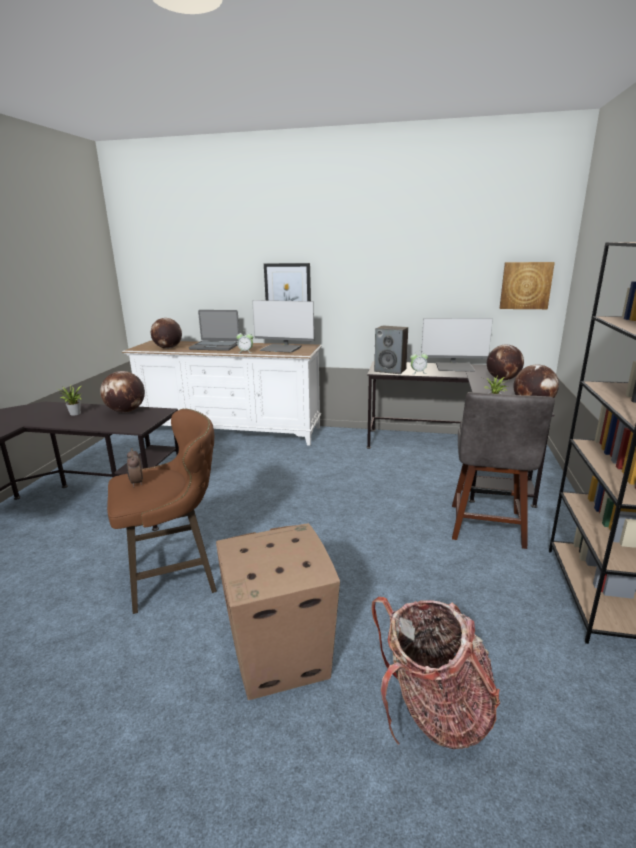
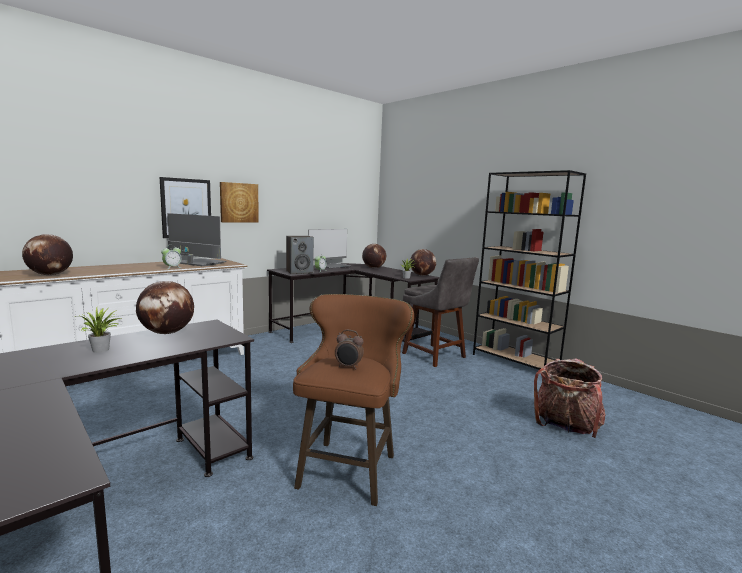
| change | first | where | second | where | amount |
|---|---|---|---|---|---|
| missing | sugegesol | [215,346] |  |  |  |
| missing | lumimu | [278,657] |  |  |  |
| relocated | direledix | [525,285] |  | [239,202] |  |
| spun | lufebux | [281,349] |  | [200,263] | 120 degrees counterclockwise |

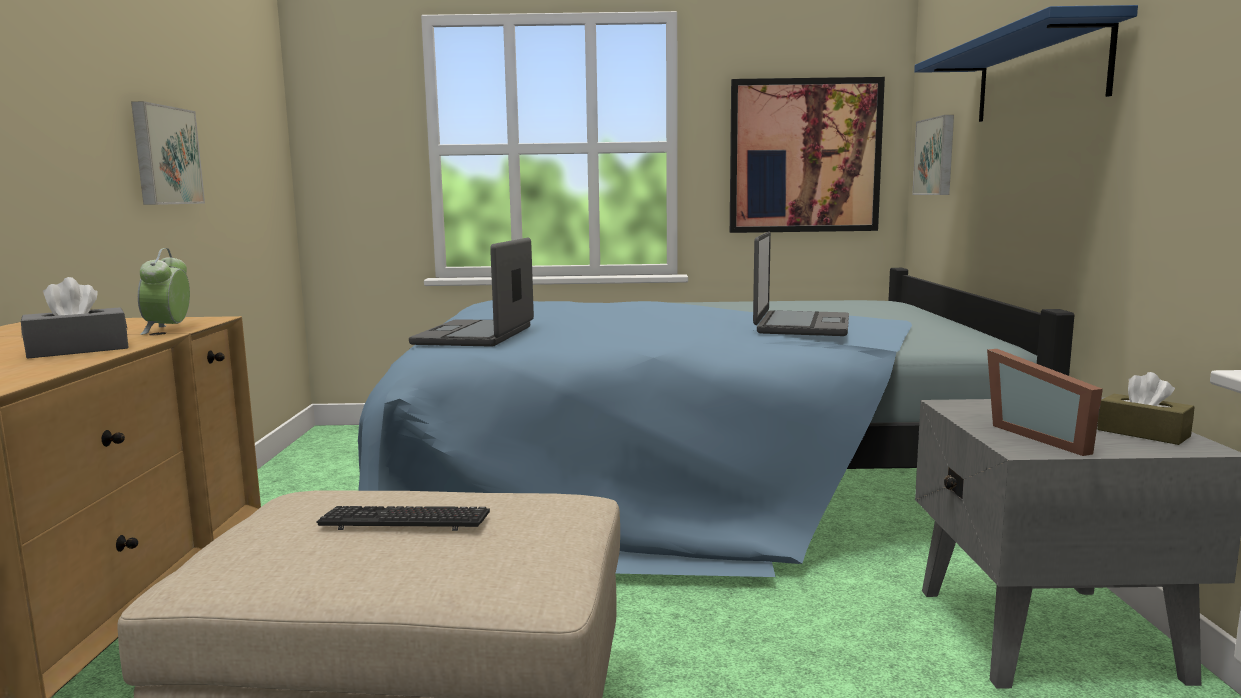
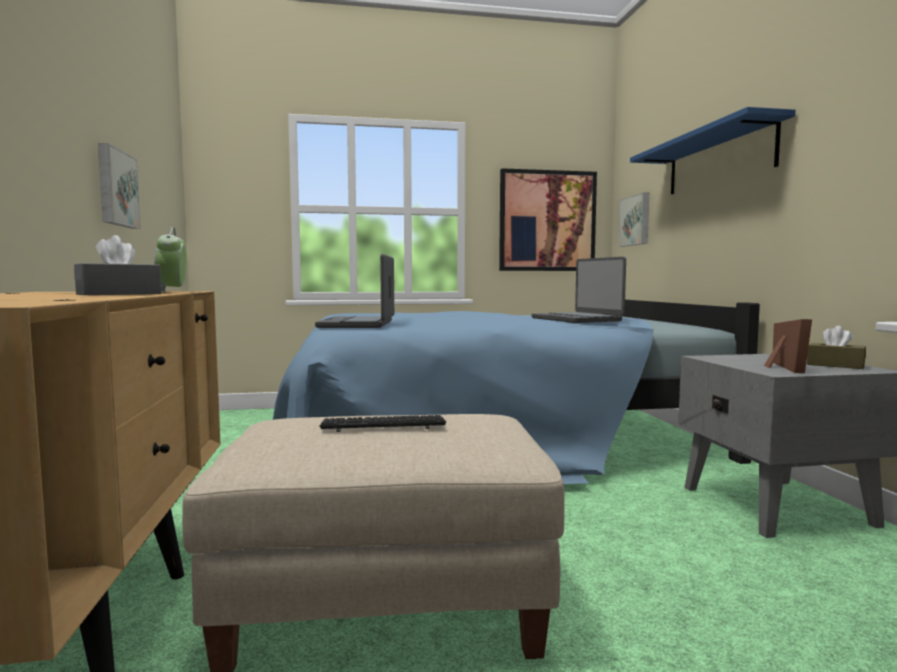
| change | first | where | second | where | amount |
|---|---|---|---|---|---|
| spun | sugegesol | [801,326] |  | [577,319] | 150 degrees clockwise |
| spun | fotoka | [1044,436] |  | [780,367] | 135 degrees counterclockwise |

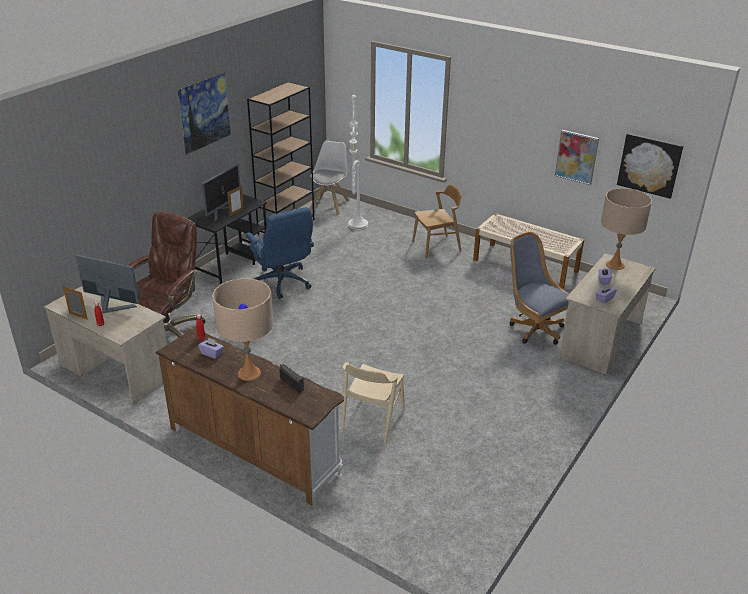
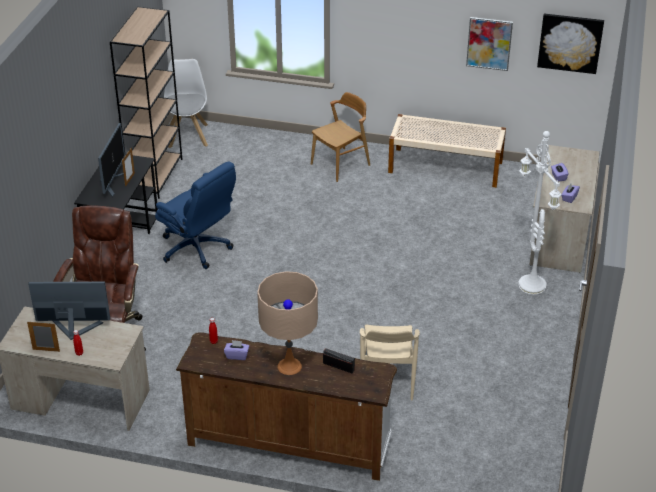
| change | first | where | second | where | amount |
|---|---|---|---|---|---|
| missing | direledix | [207,129] |  |  |  |
| missing | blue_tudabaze | [533,328] |  |  |  |
| missing | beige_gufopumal | [615,265] |  |  |  |
| relocated | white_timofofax | [356,224] |  | [529,285] |  |

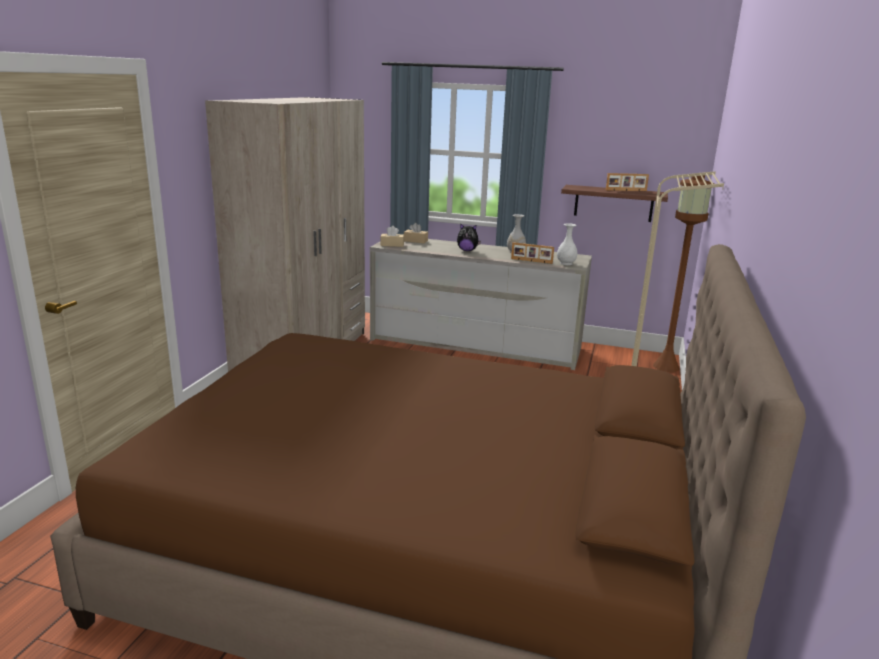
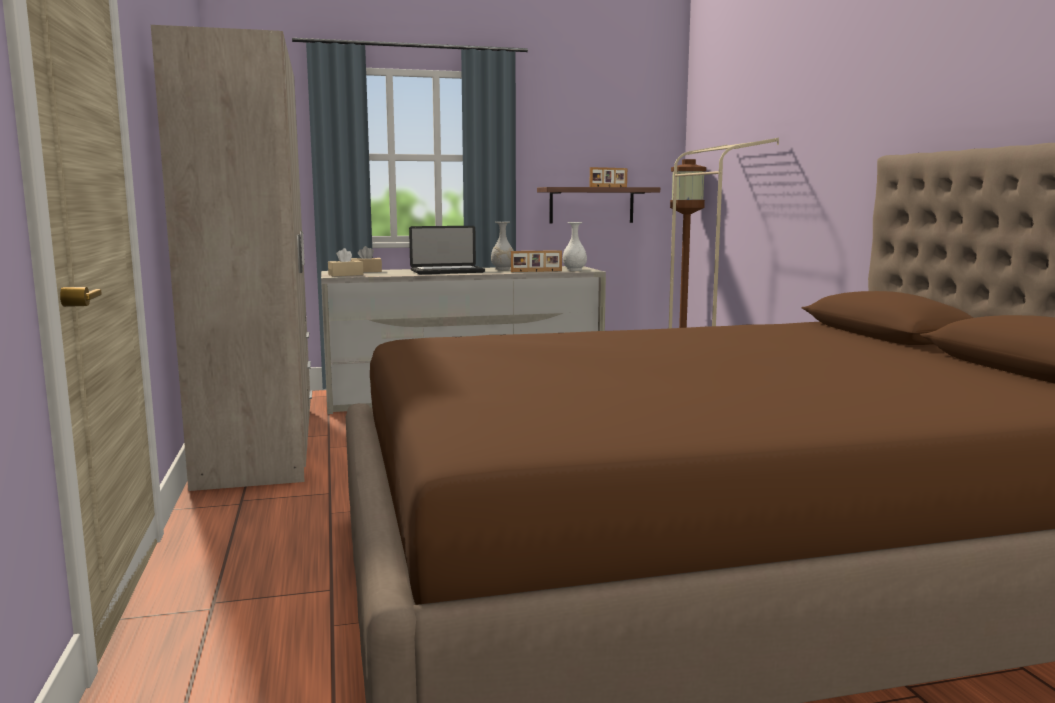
| change | first | where | second | where | amount |
|---|---|---|---|---|---|
| exchanged | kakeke | [467,250] | sugegesol | [447,271] |  |

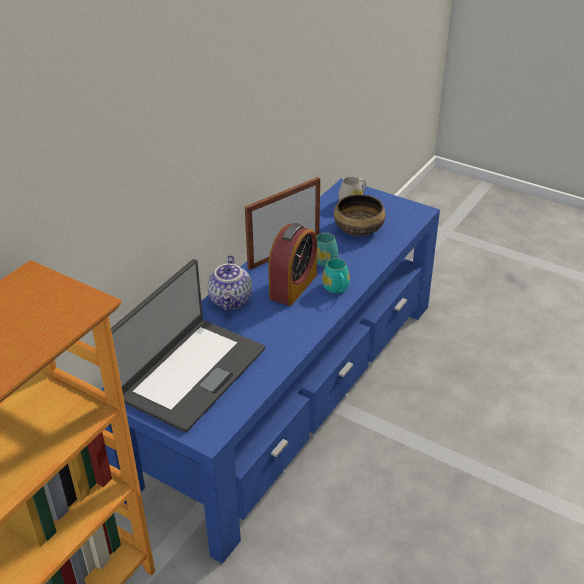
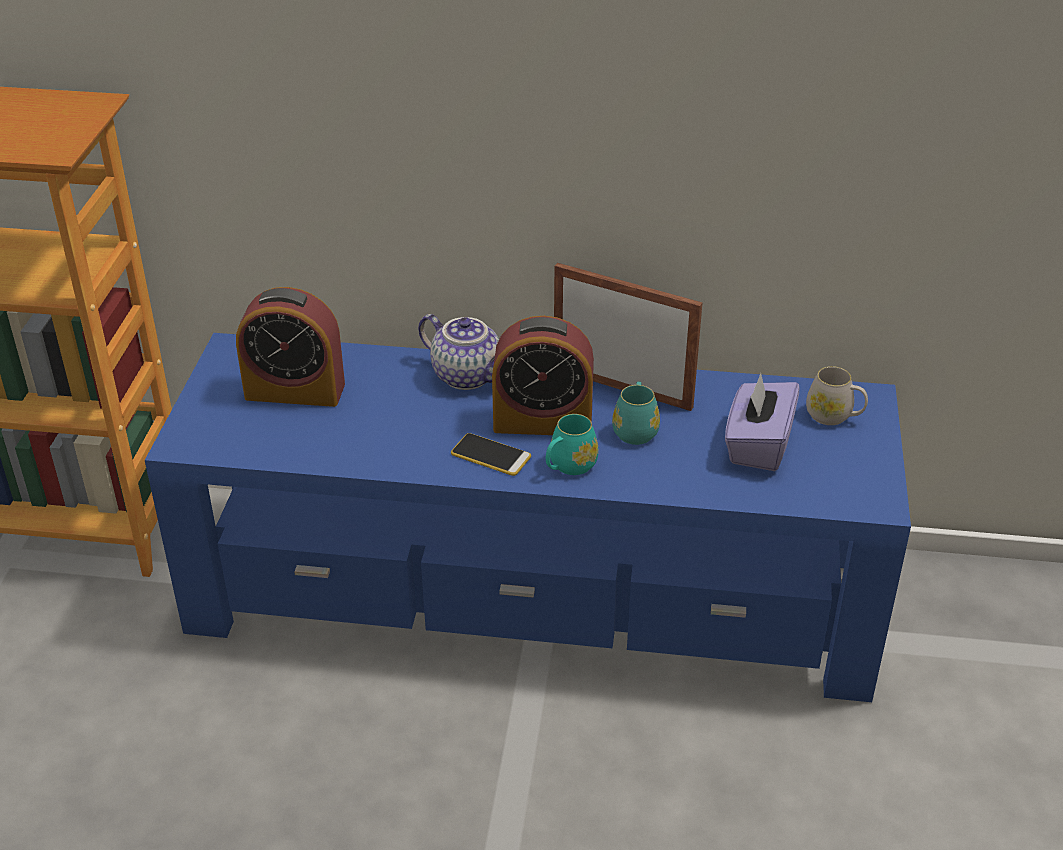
| change | first | where | second | where | amount |
|---|---|---|---|---|---|
| appeared |  |  | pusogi | [490,455] |  |
| exchanged | sugegesol | [191,373] | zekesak | [295,391] |  |
| exchanged | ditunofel | [359,228] | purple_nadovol | [758,445] |  |
| spun | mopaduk | [231,300] |  | [468,376] | 120 degrees counterclockwise |

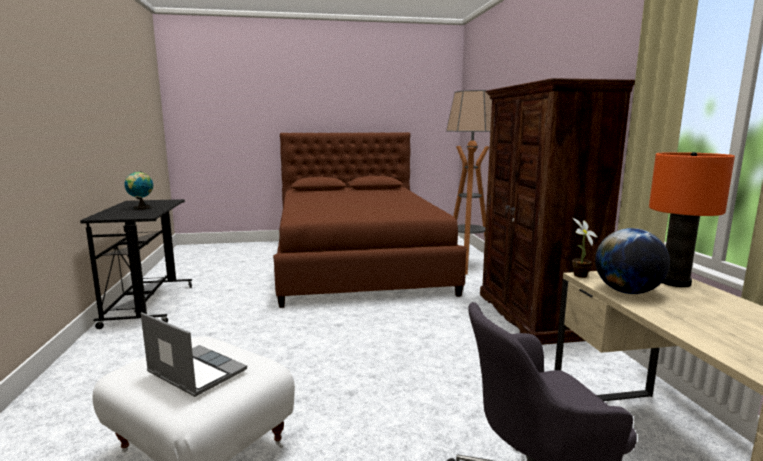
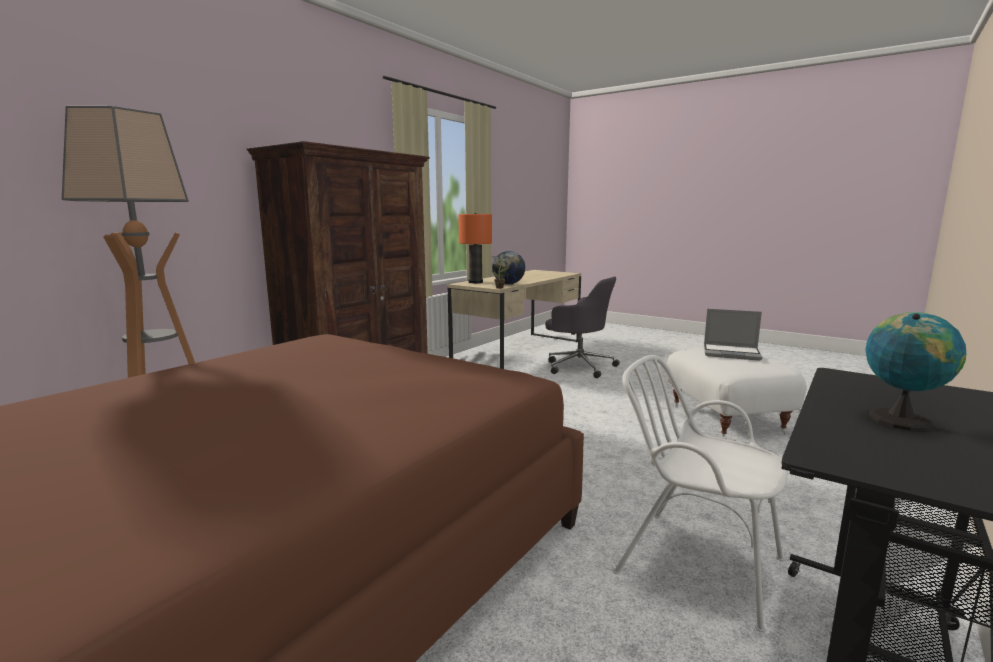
| change | first | where | second | where | amount |
|---|---|---|---|---|---|
| appeared |  |  | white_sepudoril | [692,561] |  |
| spun | sugegesol | [195,372] |  | [732,353] | 60 degrees counterclockwise |

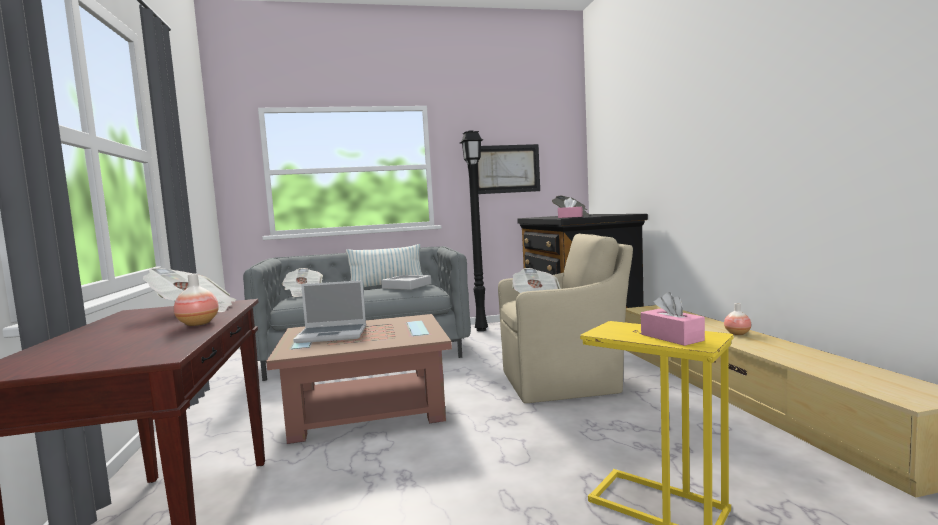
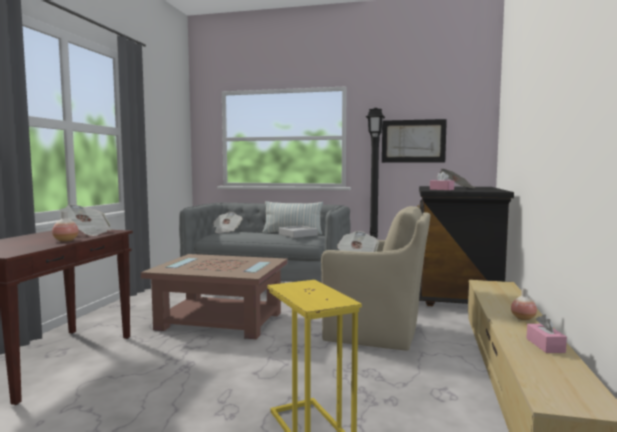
| change | first | where | second | where | amount |
|---|---|---|---|---|---|
| missing | sugegesol | [333,334] |  |  |  |
| relocated | pink_nadovol | [671,337] |  | [545,345] |  |

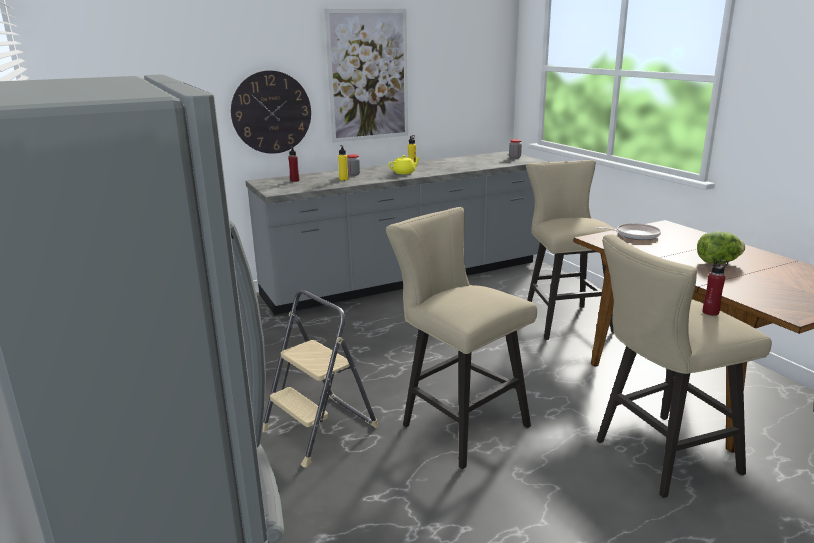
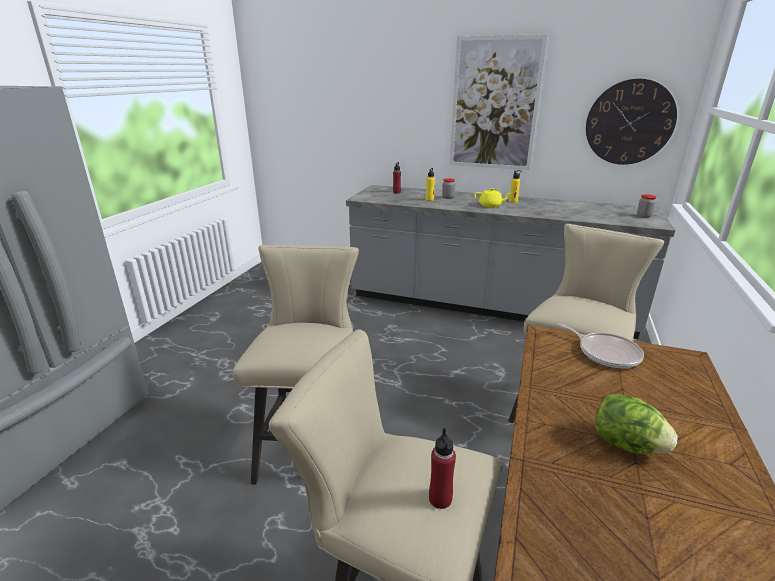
| change | first | where | second | where | amount |
|---|---|---|---|---|---|
| missing | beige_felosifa | [323,427] |  |  |  |
| relocated | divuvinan | [271,112] |  | [629,122] |  |

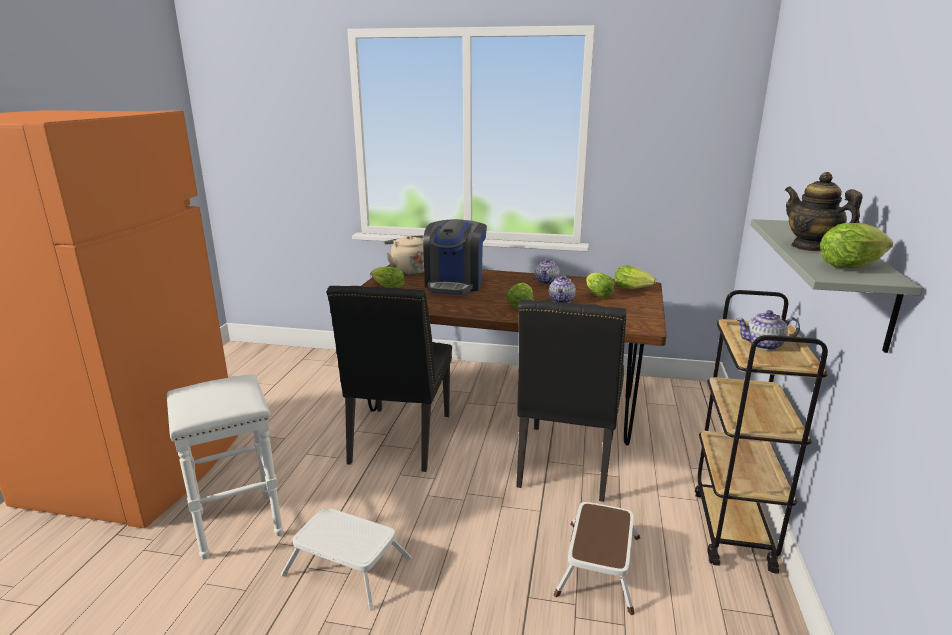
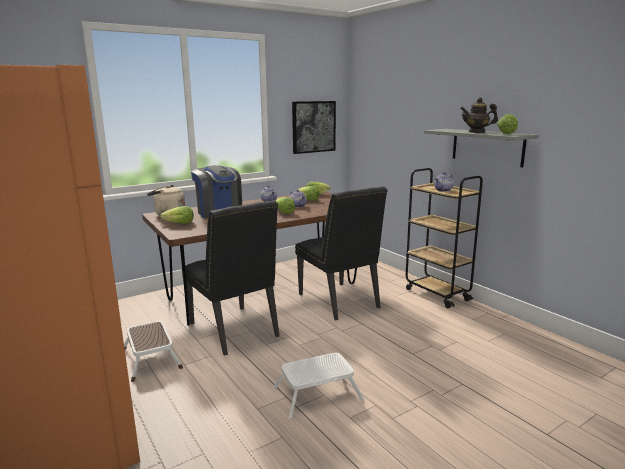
| change | first | where | second | where | amount |
|---|---|---|---|---|---|
| missing | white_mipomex | [236,523] |  |  |  |
| appeared |  |  | direledix | [313,127] |  |
| relocated | brown_felosifa | [598,565] |  | [151,358] |  |

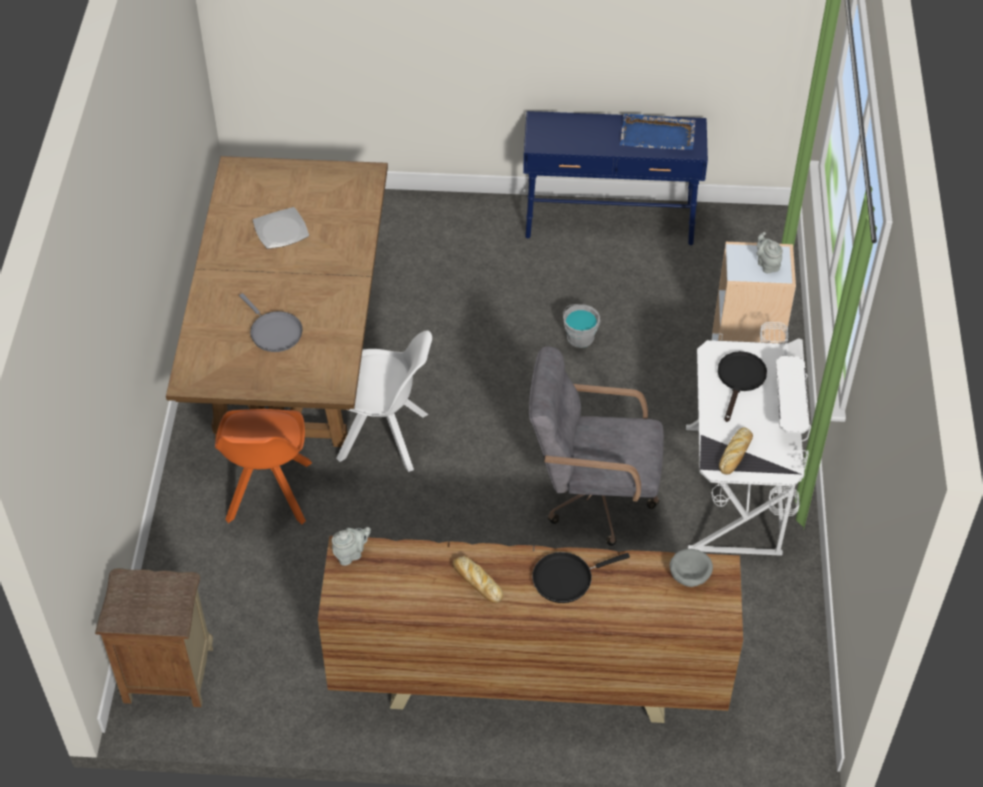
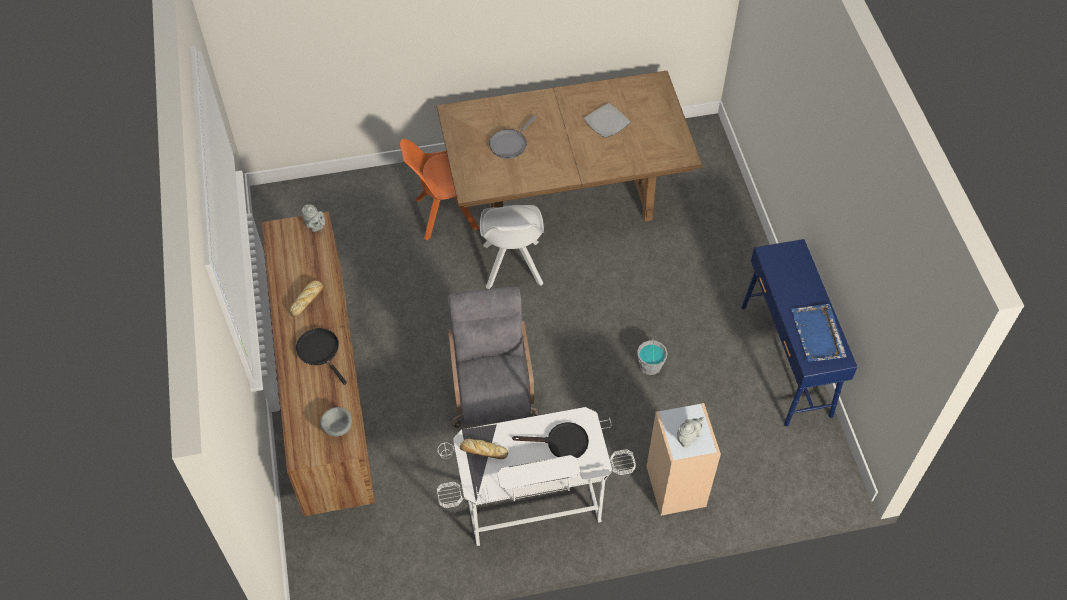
| change | first | where | second | where | amount |
|---|---|---|---|---|---|
| missing | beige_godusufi | [168,673] |  |  |  |

